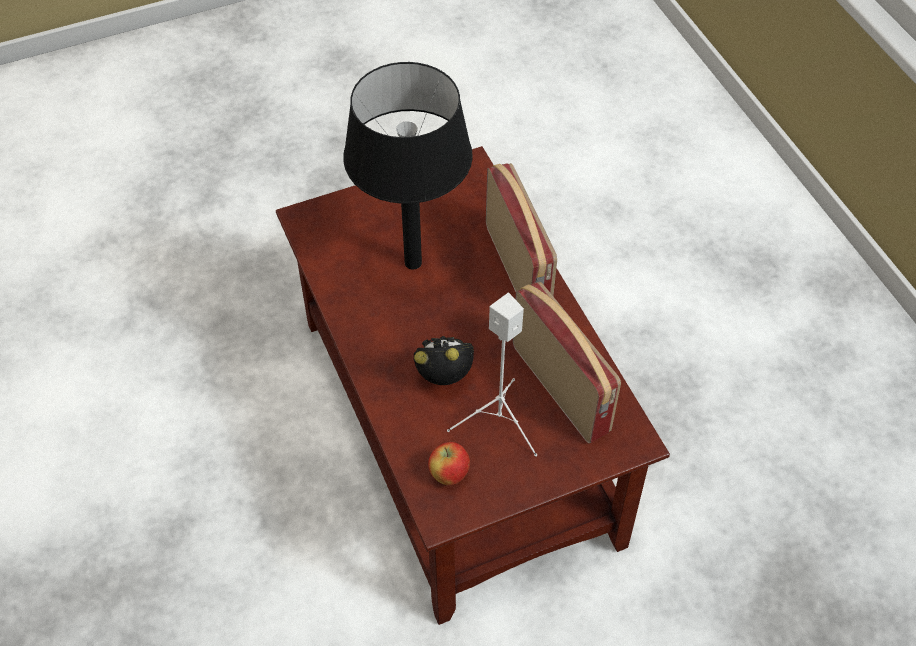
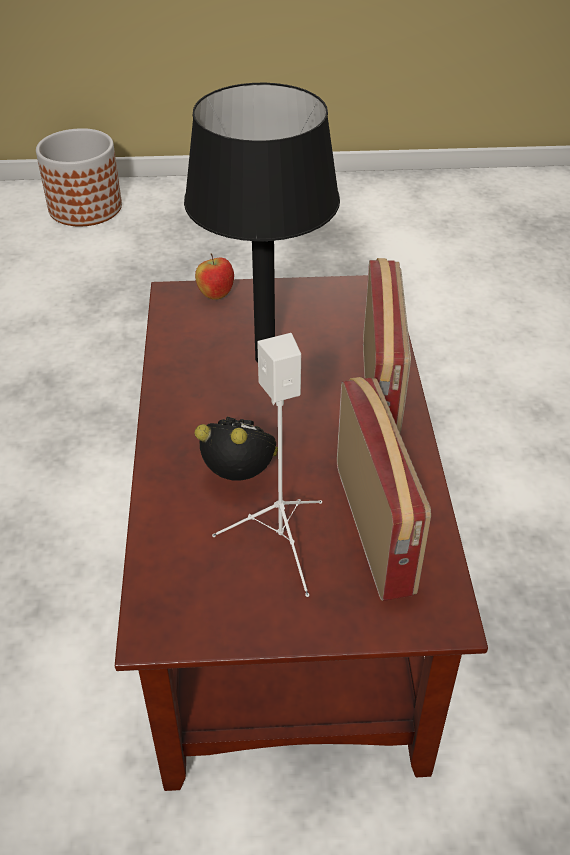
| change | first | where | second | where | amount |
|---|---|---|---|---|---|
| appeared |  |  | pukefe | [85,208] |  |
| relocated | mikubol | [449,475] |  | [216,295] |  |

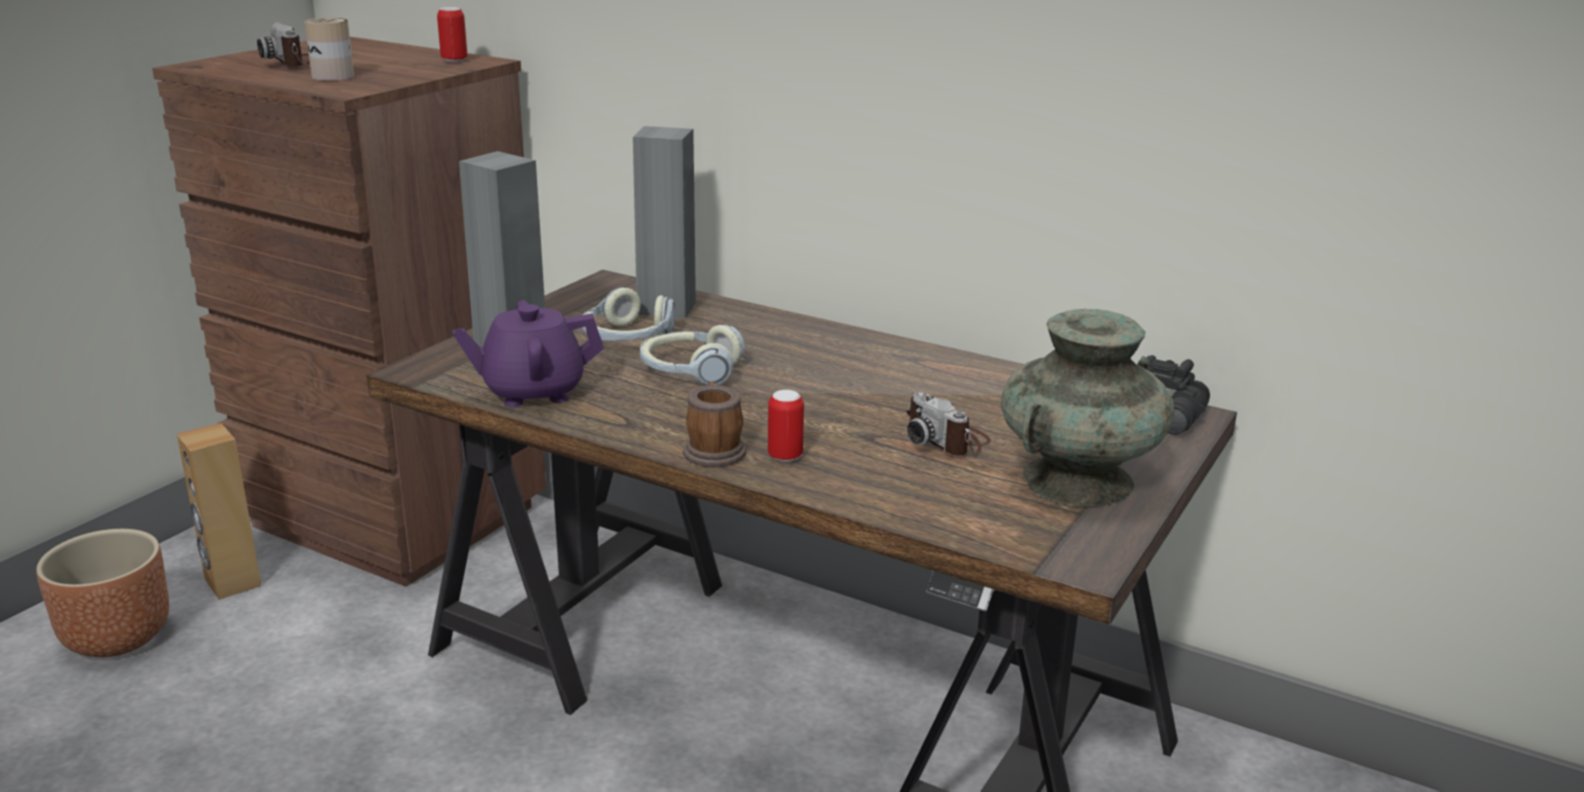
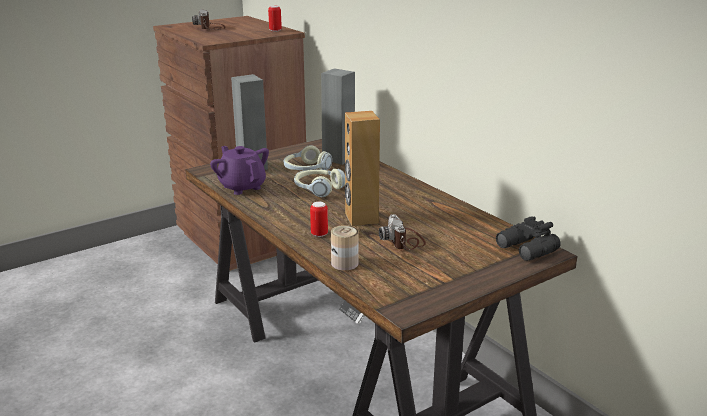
| change | first | where | second | where | amount |
|---|---|---|---|---|---|
| missing | brown_pukefe | [118,637] |  |  |  |
| missing | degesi | [713,450] |  |  |  |
| missing | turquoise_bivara | [1078,480] |  |  |  |
| relocated | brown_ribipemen | [232,583] |  | [361,218] |  |
| relocated | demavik | [333,76] |  | [344,263] |  |
| spun | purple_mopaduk | [532,392] |  | [242,187] | 45 degrees clockwise |

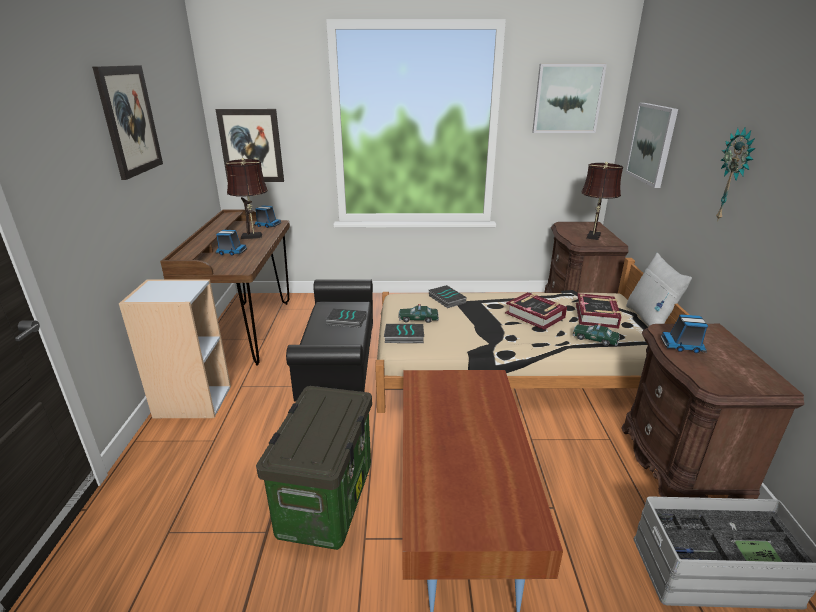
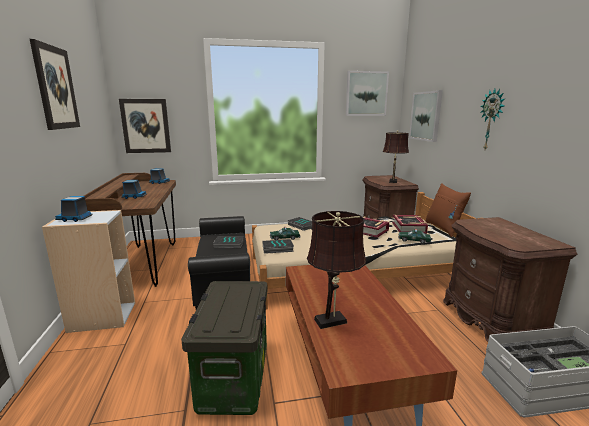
| change | first | where | second | where | amount |
|---|---|---|---|---|---|
| relocated | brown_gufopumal | [253,236] |  | [333,320] |  |
| relocated | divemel | [683,346] |  | [75,219] |  |
| colour | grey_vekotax | [648,320] | brown_vekotax | [443,229] |  |

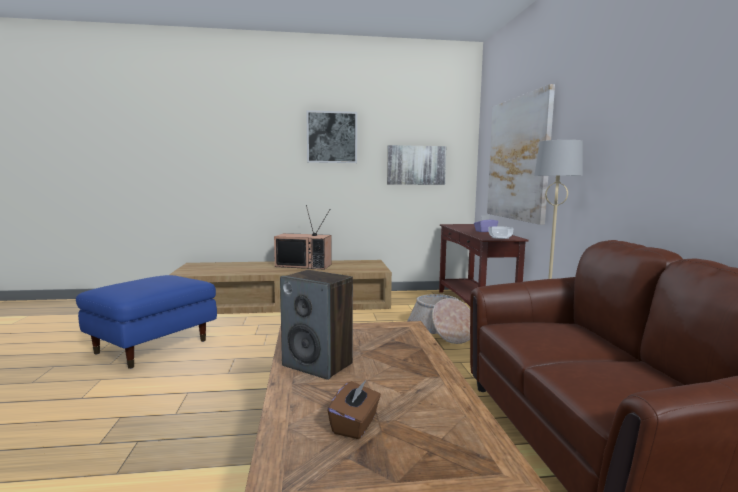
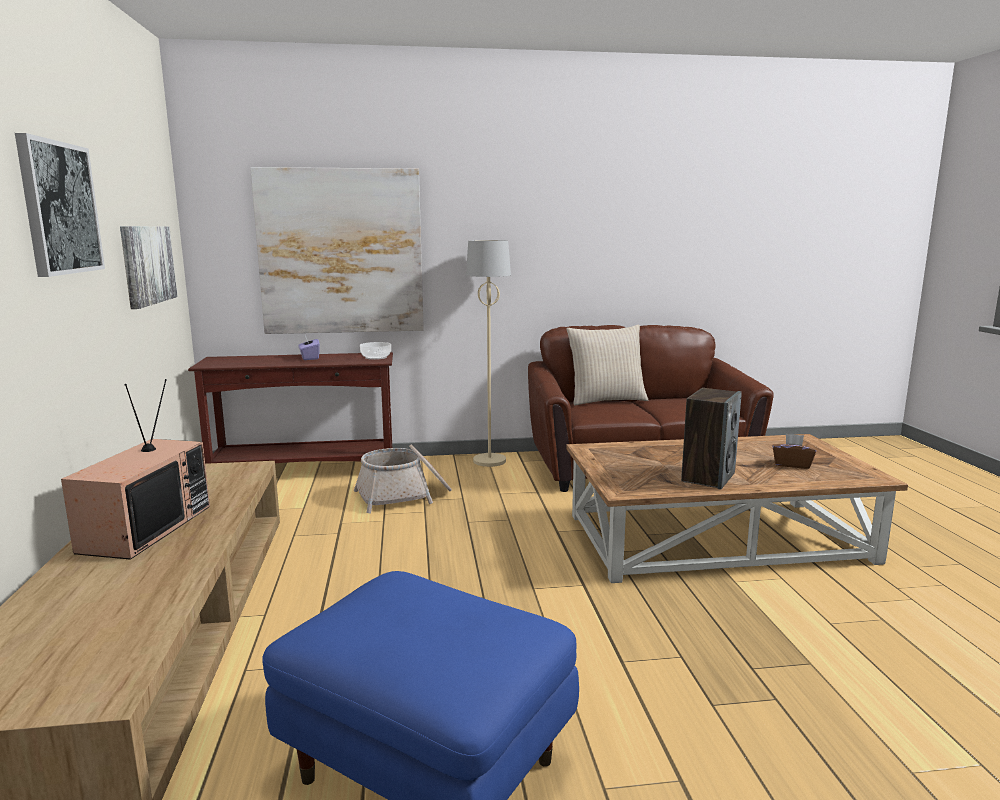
| change | first | where | second | where | amount |
|---|---|---|---|---|---|
| appeared |  |  | beige_vekotax | [606,400] |  |

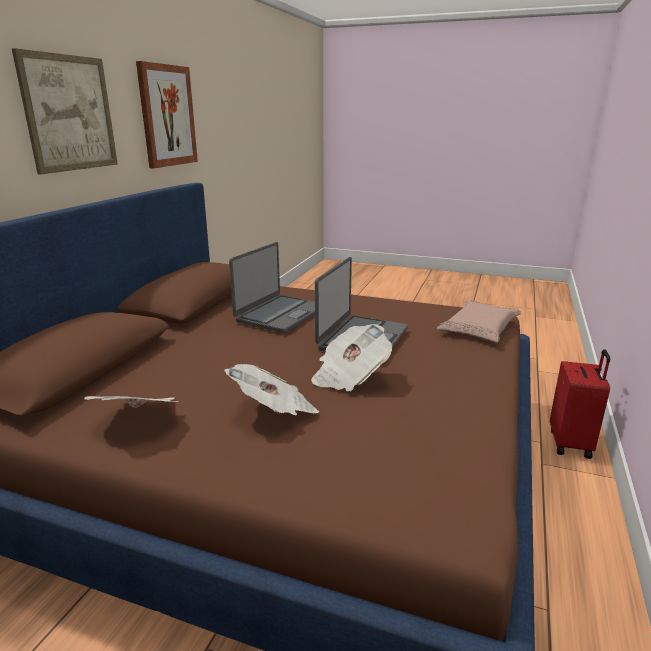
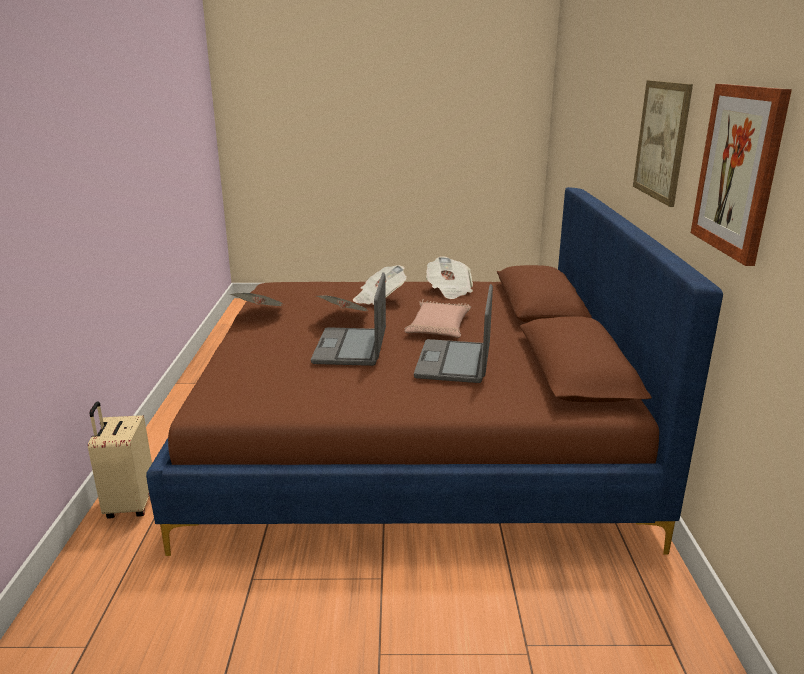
| change | first | where | second | where | amount |
|---|---|---|---|---|---|
| appeared |  |  | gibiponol | [261,313] |  |
| relocated | beige_vekotax | [479,327] |  | [438,325] |  |
| colour | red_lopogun | [571,443] | beige_lopogun | [129,505] |  |

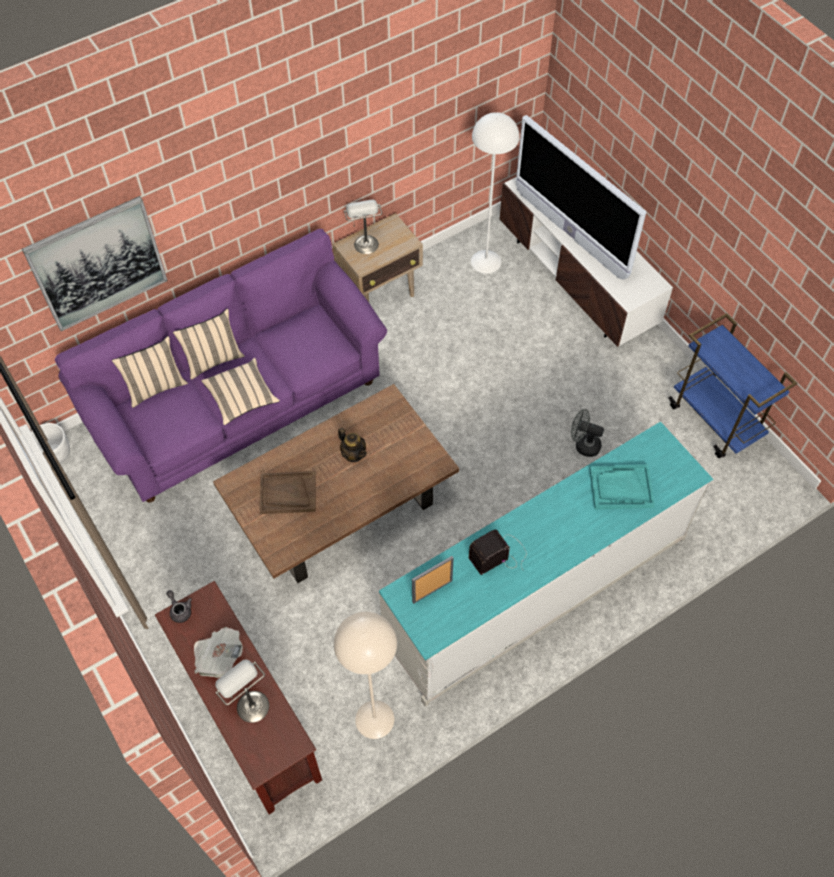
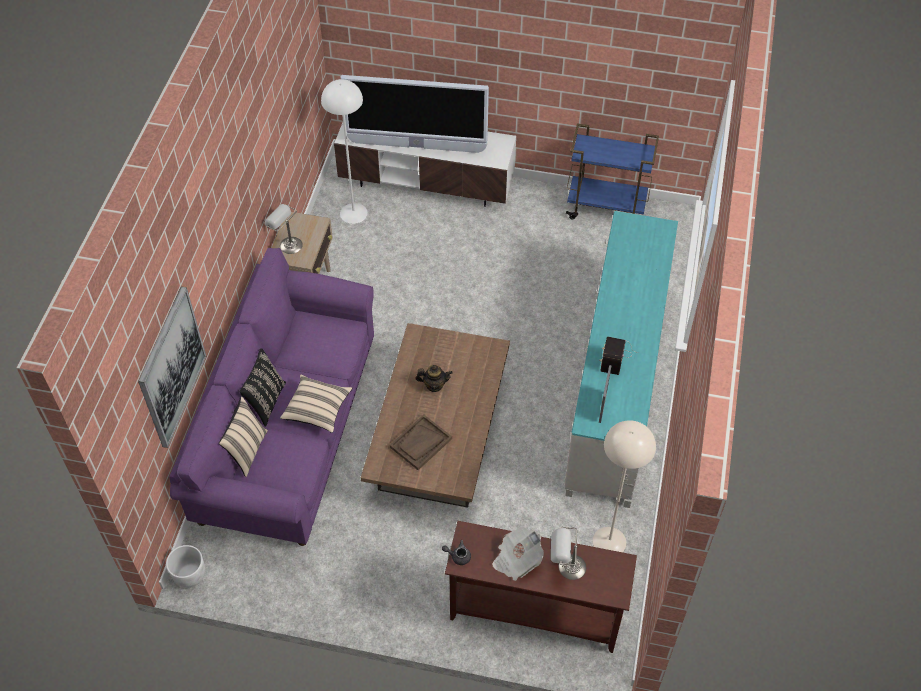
| change | first | where | second | where | amount |
|---|---|---|---|---|---|
| missing | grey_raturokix | [583,445] |  |  |  |
| missing | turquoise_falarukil | [621,488] |  |  |  |
| colour | beige_vekotax | [213,360] | black_vekotax | [265,402] |  |

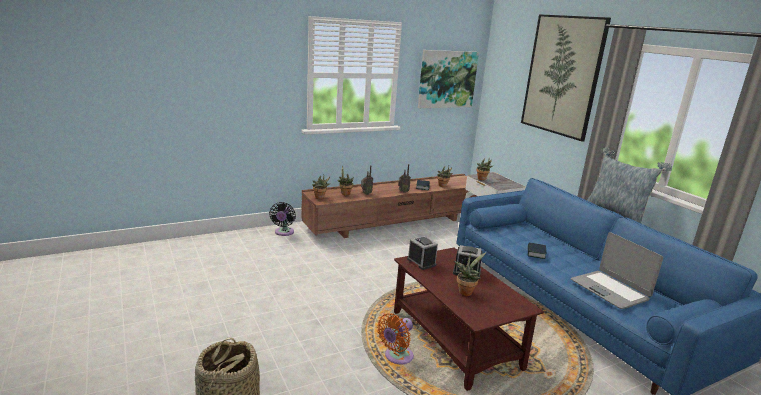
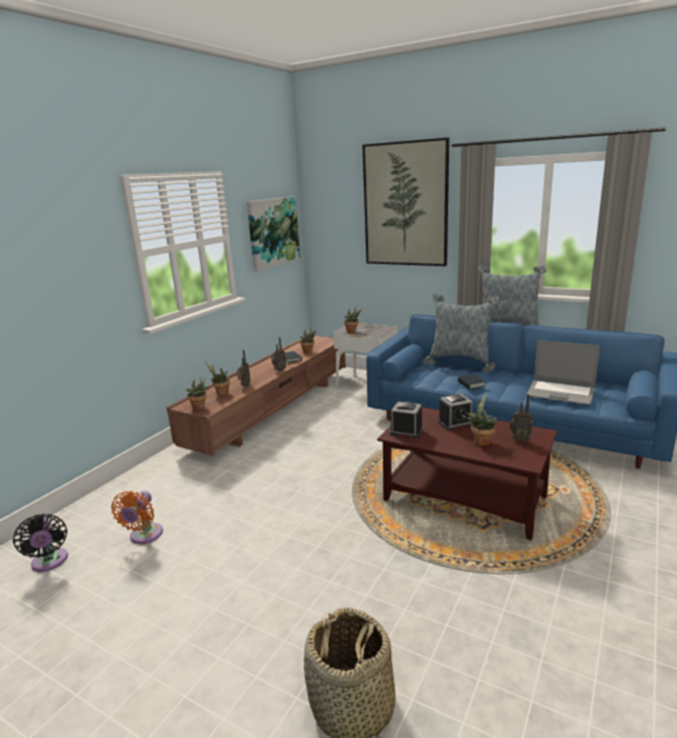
| change | first | where | second | where | amount |
|---|---|---|---|---|---|
| appeared |  |  | vekotax | [460,366] |  |
| appeared |  |  | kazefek | [520,440] |  |
| relocated | black_raturokix | [283,233] |  | [50,562] |  |
| relocated | orange_raturokix | [396,357] |  | [144,536] |  |

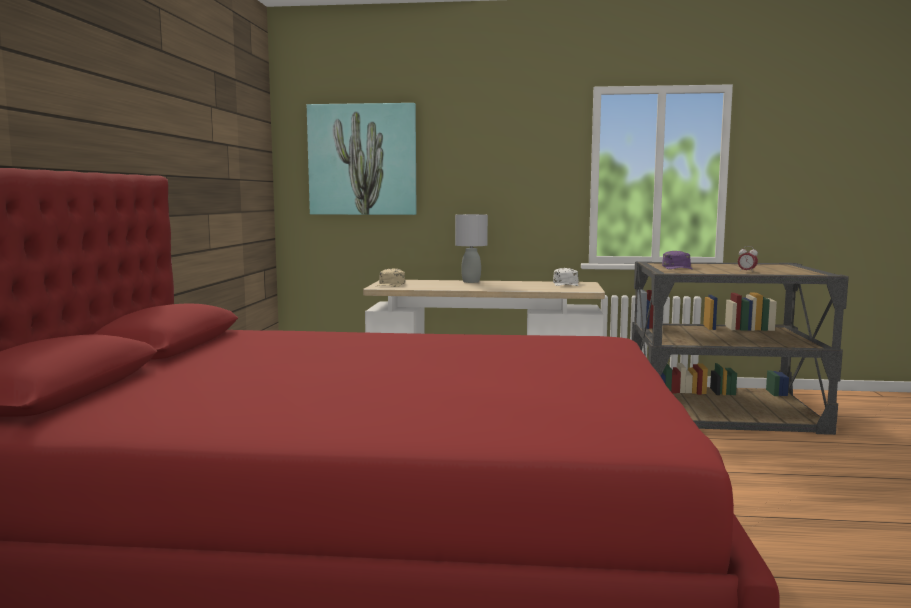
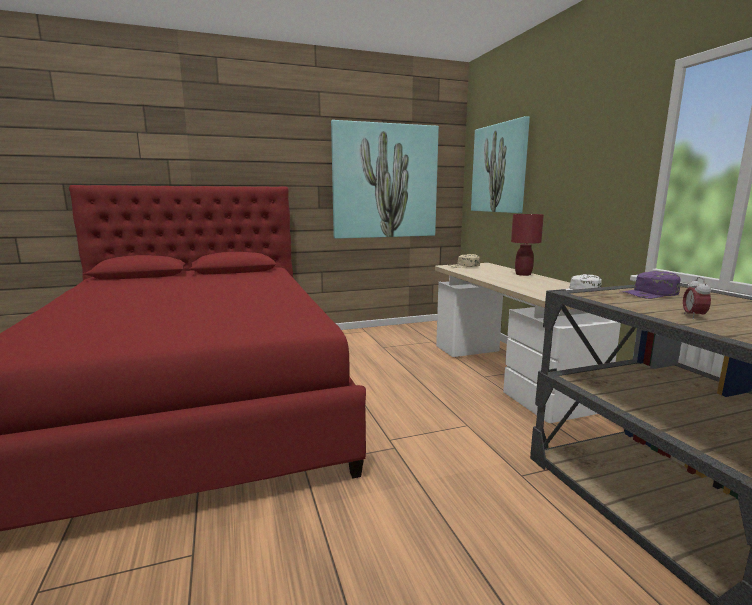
| change | first | where | second | where | amount |
|---|---|---|---|---|---|
| appeared |  |  | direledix | [384,181] |  |
| colour | grey_gufopumal | [470,282] | red_gufopumal | [523,274] |  |

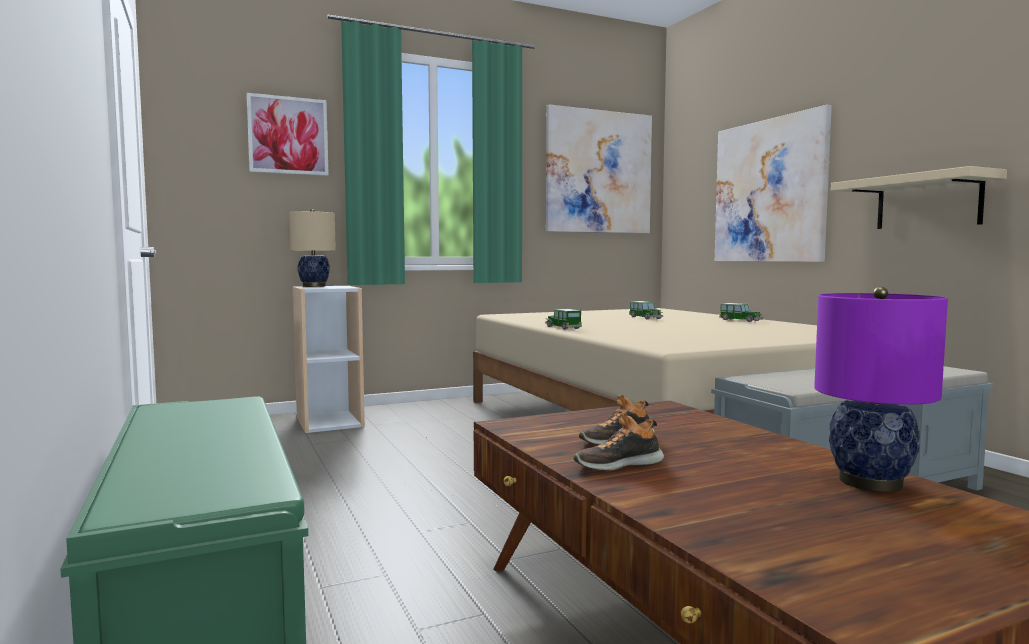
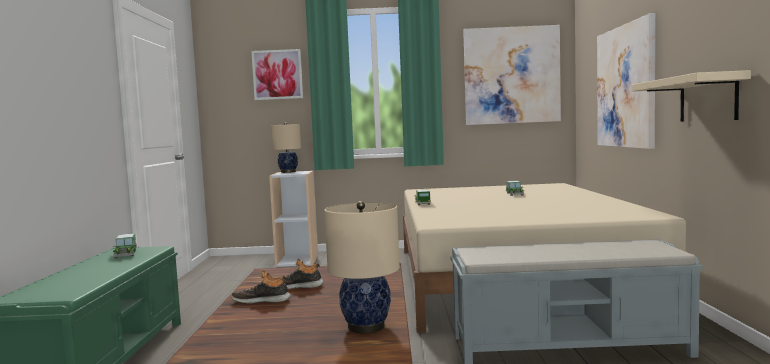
| change | first | where | second | where | amount |
|---|---|---|---|---|---|
| relocated | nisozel | [740,320] |  | [126,254] |  |
| colour | purple_gufopumal | [871,482] | beige_gufopumal | [366,326] |  |

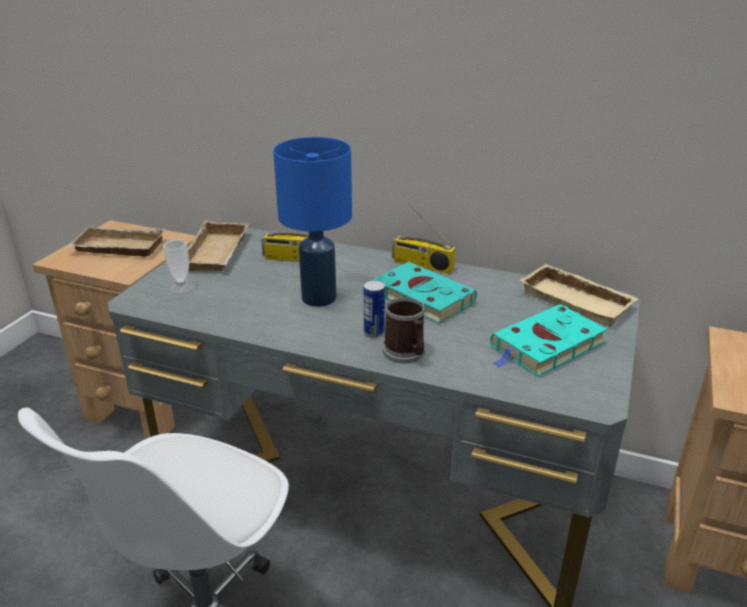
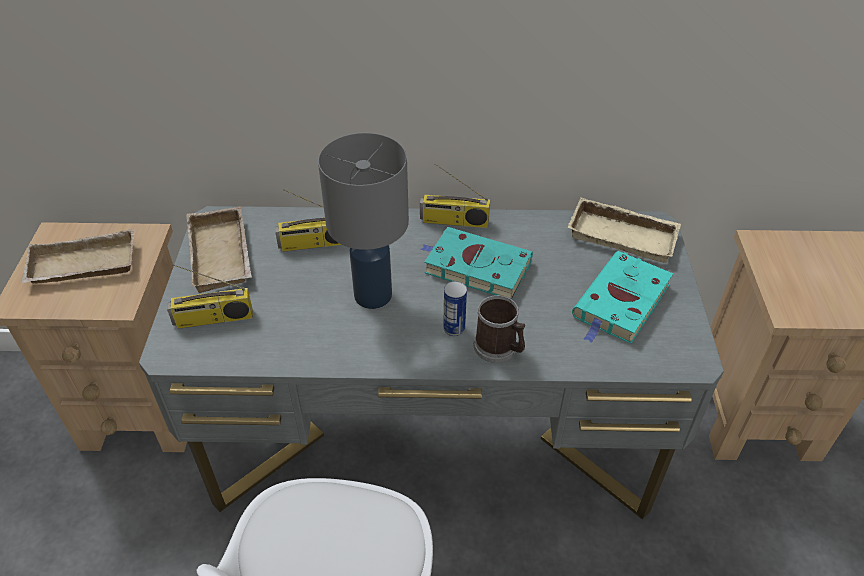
| change | first | where | second | where | amount |
|---|---|---|---|---|---|
| exchanged | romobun | [181,288] | kazefek | [213,319] |  |
| colour | blue_gufopumal | [317,298] | grey_gufopumal | [371,295] |  |

